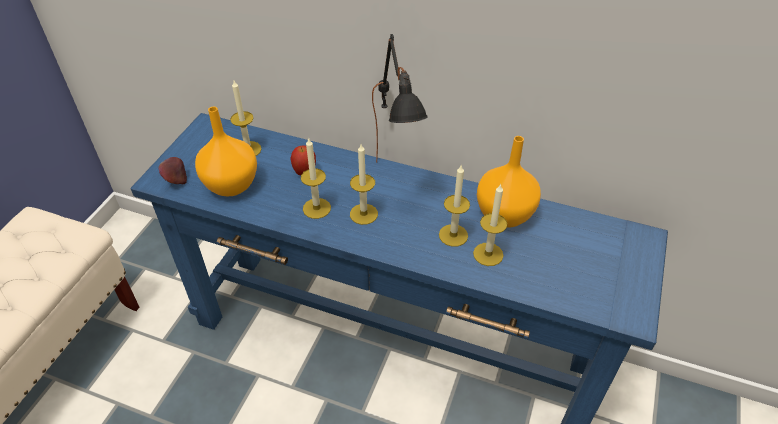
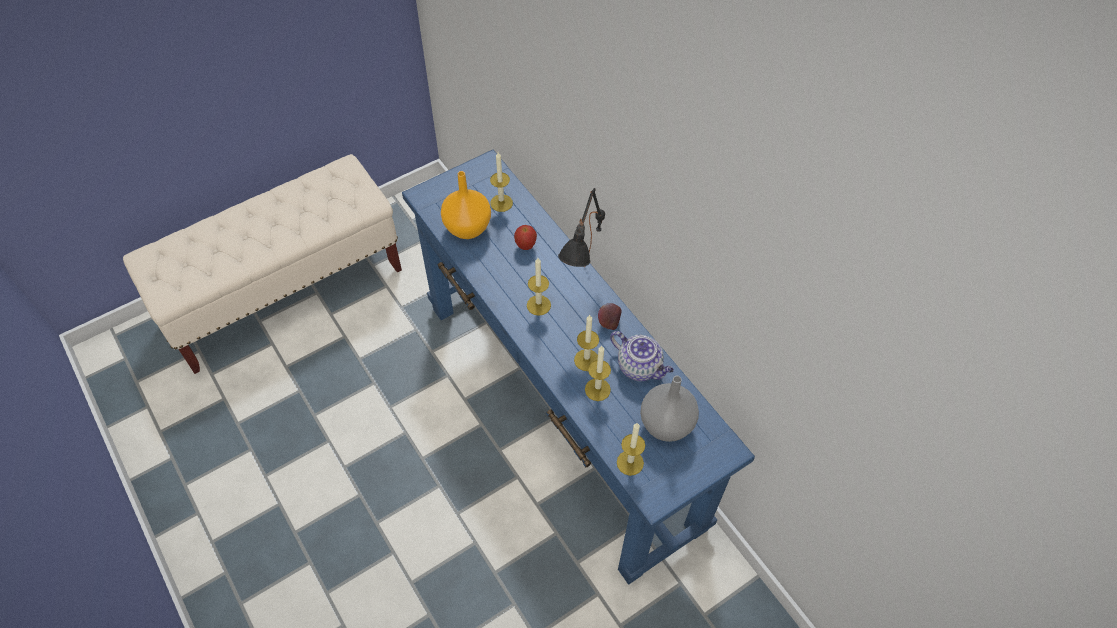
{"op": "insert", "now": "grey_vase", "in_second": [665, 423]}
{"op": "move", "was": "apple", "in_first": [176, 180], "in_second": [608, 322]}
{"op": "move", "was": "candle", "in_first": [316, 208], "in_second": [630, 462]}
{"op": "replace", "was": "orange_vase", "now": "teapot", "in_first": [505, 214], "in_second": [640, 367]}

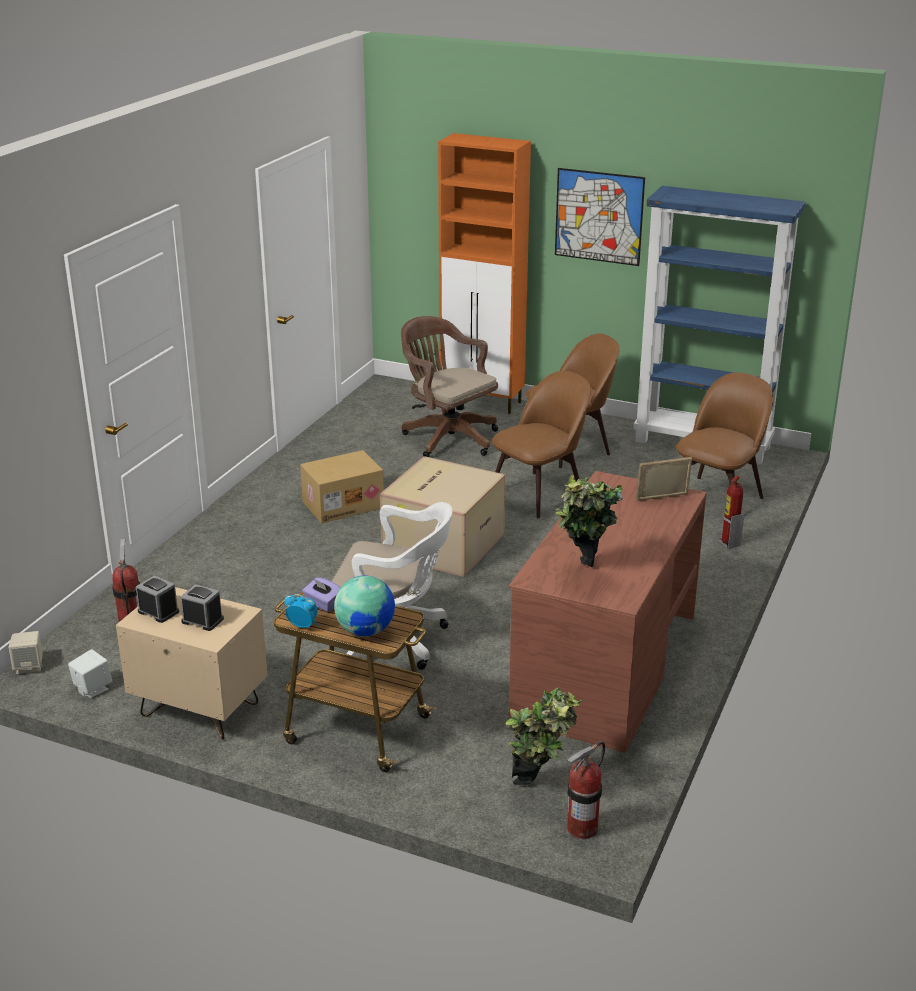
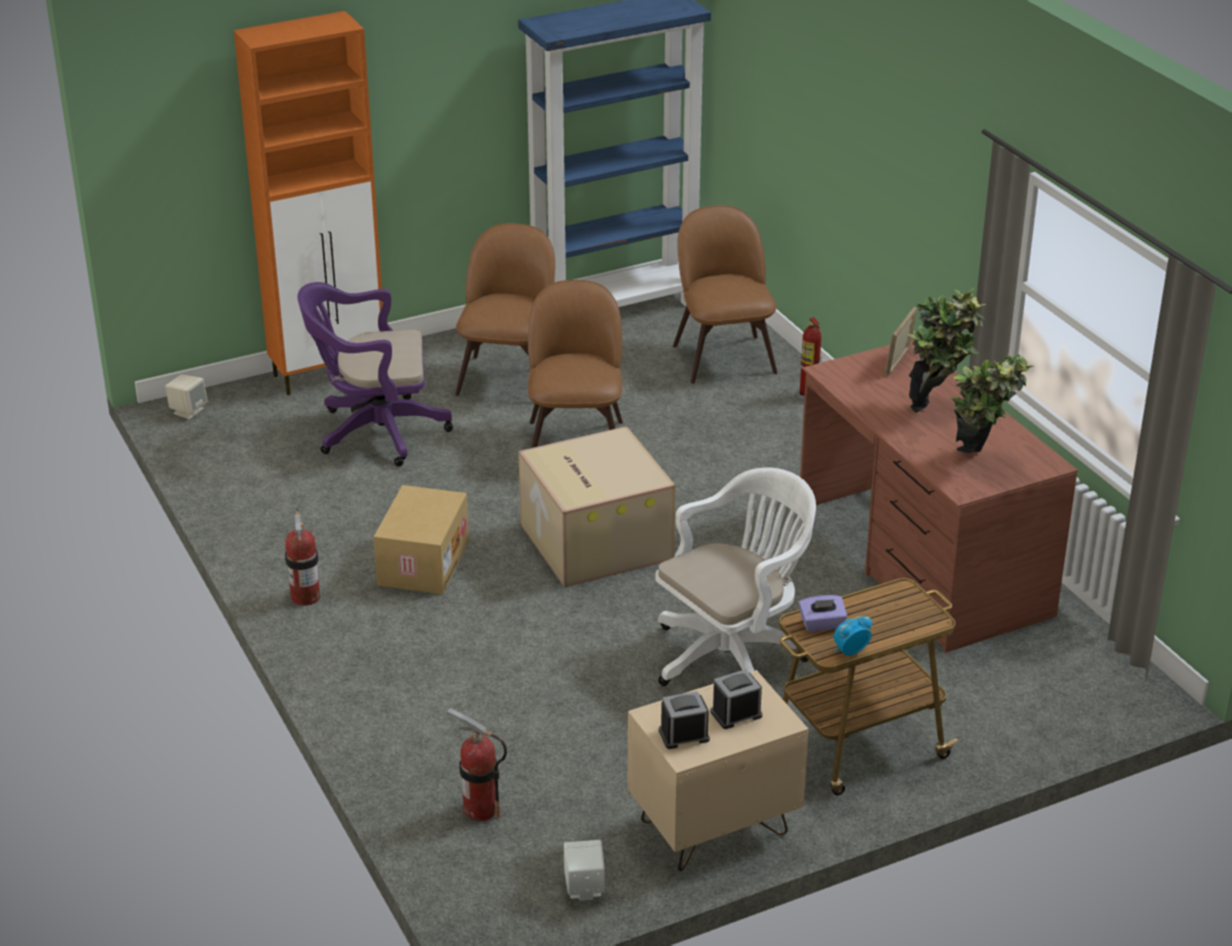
{"op": "delete", "was": "globe", "in_first": [365, 630]}
{"op": "delete", "was": "picture", "in_first": [599, 216]}
{"op": "move", "was": "beige_speaker", "in_first": [29, 666], "in_second": [188, 411]}
{"op": "move", "was": "potted_plant", "in_first": [541, 789], "in_second": [937, 404]}
{"op": "move", "was": "fire_extinguisher", "in_first": [582, 828], "in_second": [305, 597]}
{"op": "recolor", "was": "brown_office_chair", "now": "purple_office_chair", "in_first": [447, 437], "in_second": [374, 432]}

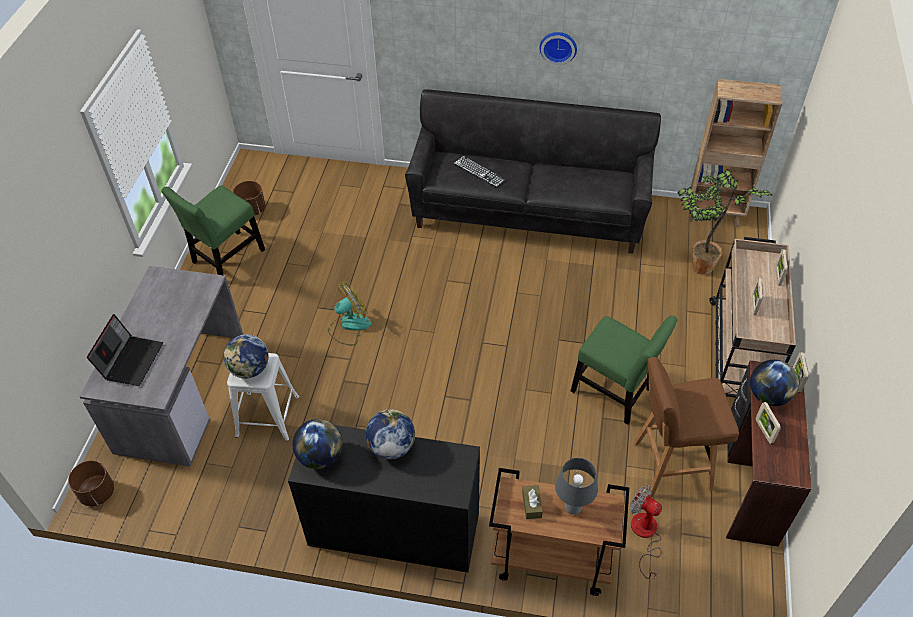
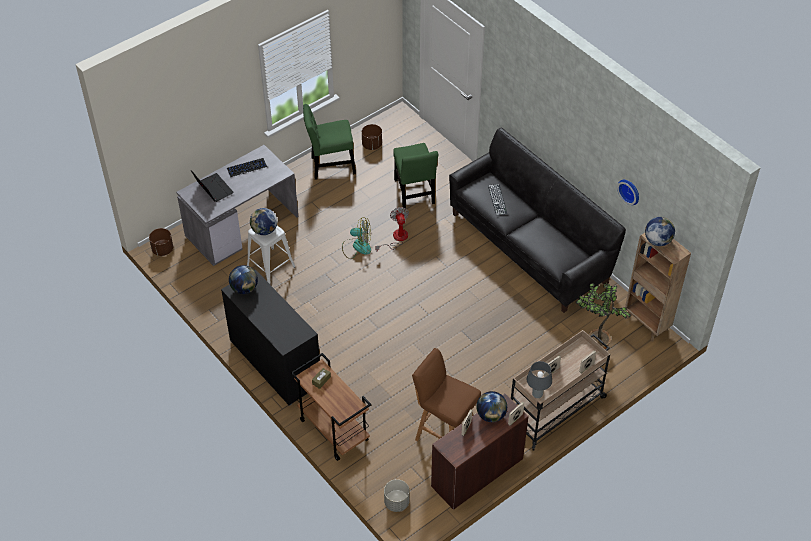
{"op": "insert", "now": "keyboard", "in_second": [246, 168]}
{"op": "insert", "now": "grey_planter", "in_second": [396, 502]}
{"op": "move", "was": "globe", "in_first": [391, 447], "in_second": [657, 241]}
{"op": "move", "was": "wall_clock", "in_first": [558, 46], "in_second": [630, 191]}
{"op": "move", "was": "grey_table_lamp", "in_first": [572, 508], "in_second": [537, 394]}
{"op": "move", "was": "green_chair", "in_first": [614, 393], "in_second": [414, 193]}
{"op": "move", "was": "fan", "in_first": [644, 535], "in_second": [396, 238]}
{"op": "rotate", "was": "laptop", "in_first": [131, 360], "in_second": [212, 189], "clockwise": -90}

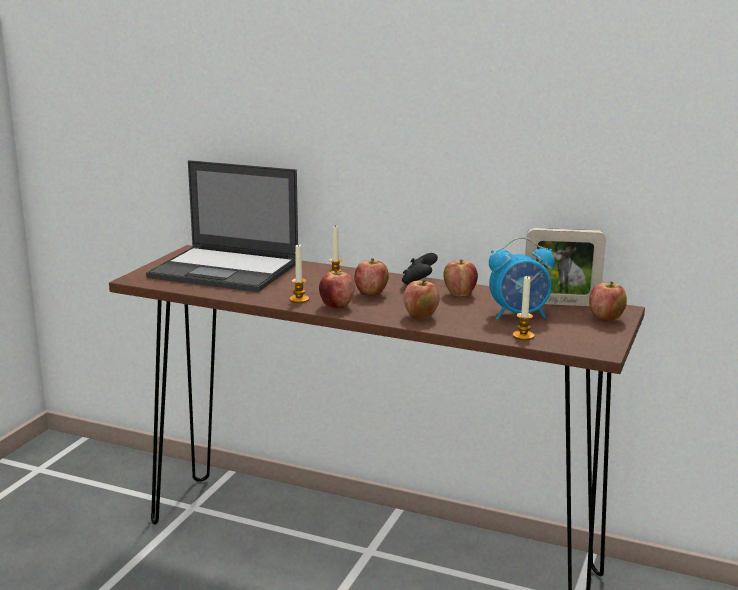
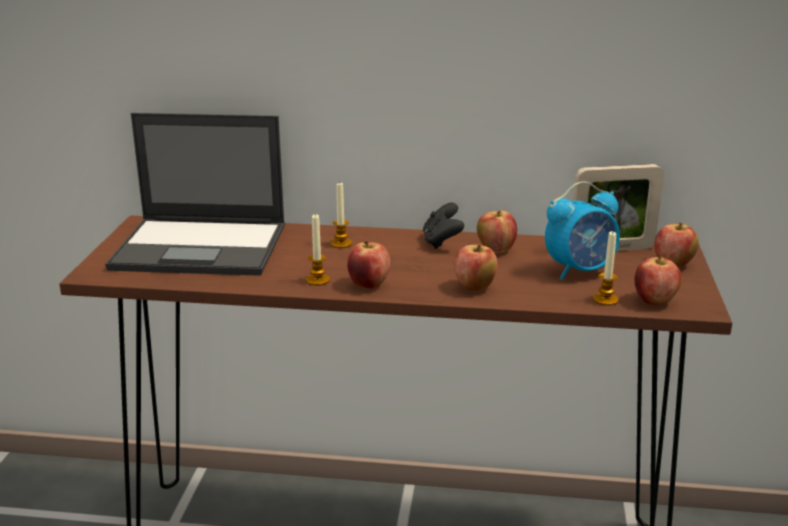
{"op": "move", "was": "apple", "in_first": [371, 294], "in_second": [654, 301]}

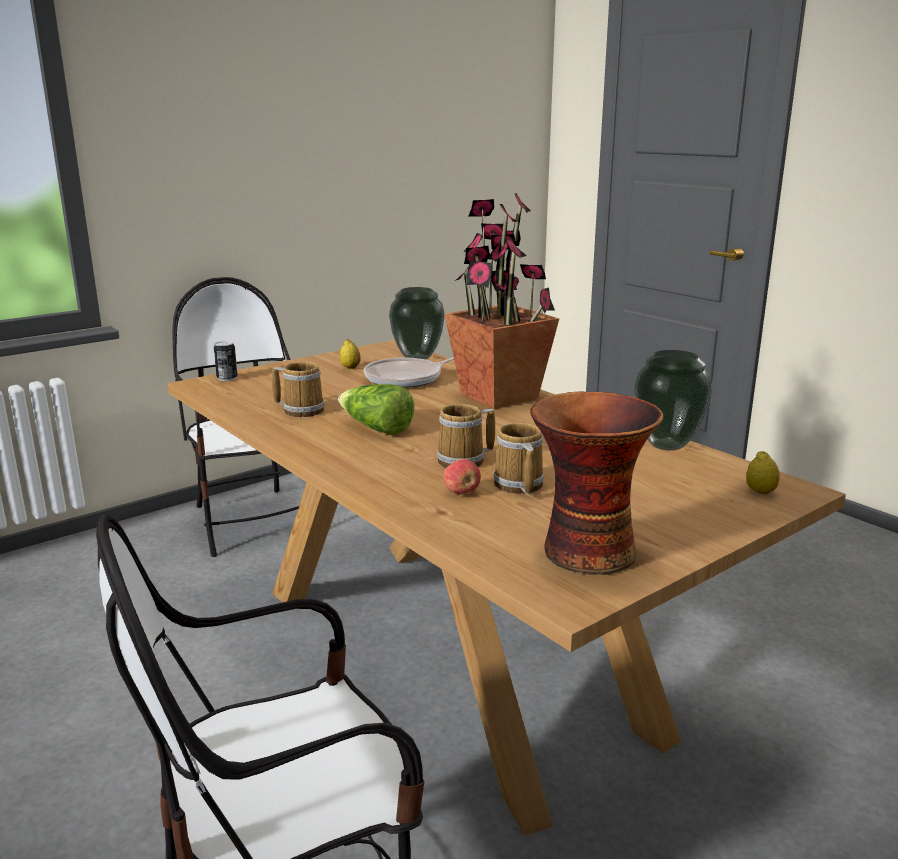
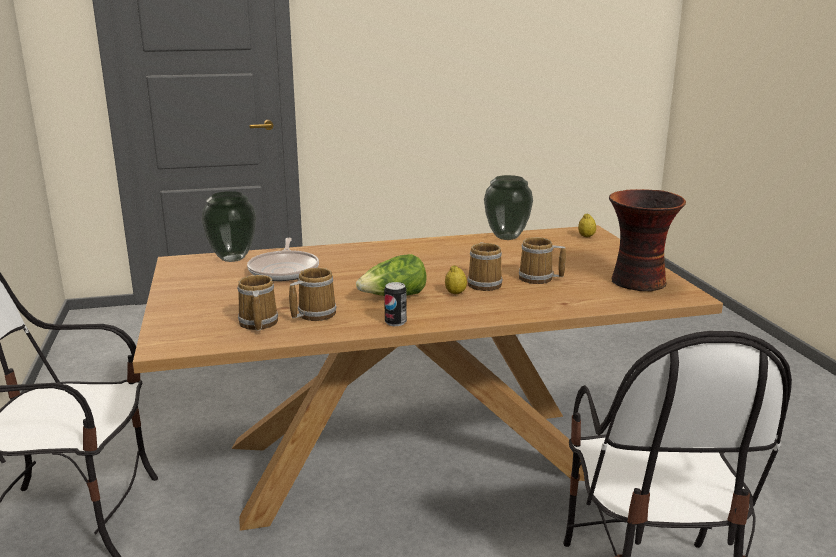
{"op": "delete", "was": "potted_plant", "in_first": [498, 396]}
{"op": "delete", "was": "apple", "in_first": [462, 492]}
{"op": "insert", "now": "mug", "in_second": [257, 323]}
{"op": "move", "was": "can", "in_first": [227, 378], "in_second": [395, 322]}
{"op": "move", "was": "lemon", "in_first": [350, 367], "in_second": [455, 293]}

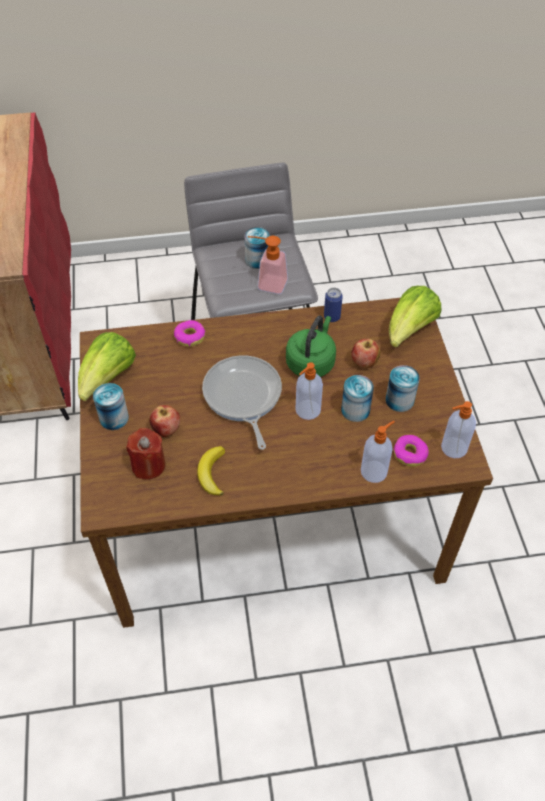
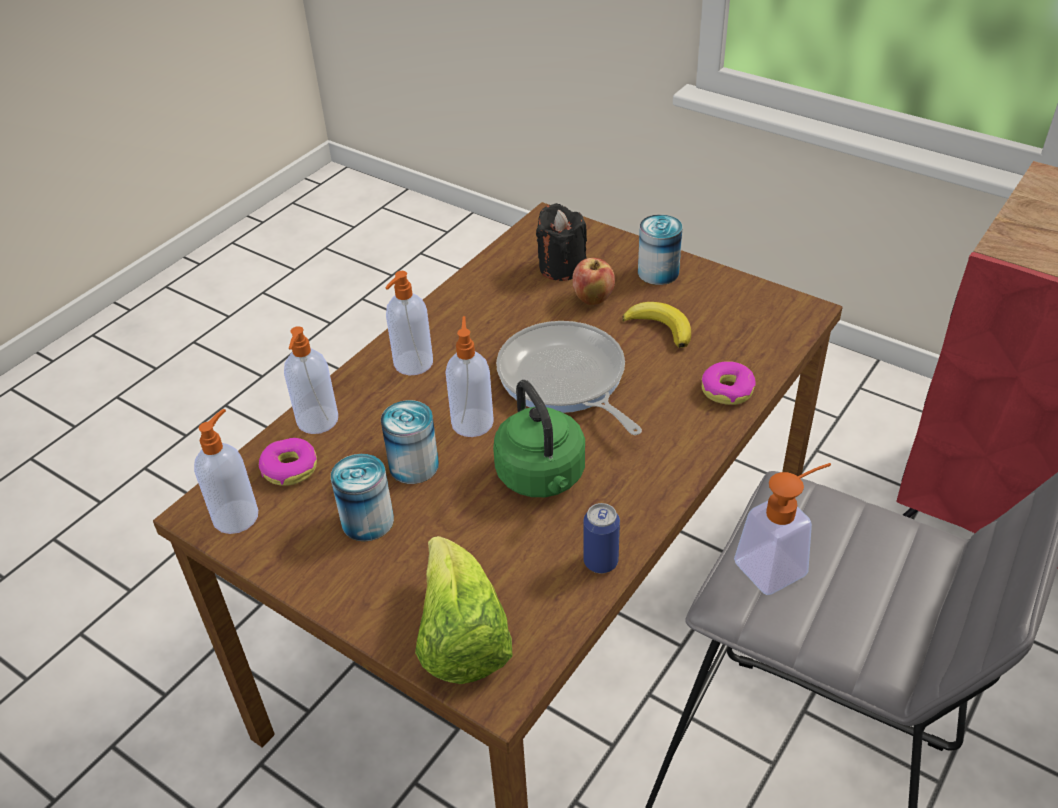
{"op": "delete", "was": "lettuce", "in_first": [108, 379]}
{"op": "delete", "was": "can", "in_first": [257, 260]}
{"op": "delete", "was": "apple", "in_first": [364, 363]}
{"op": "insert", "now": "soap_dispenser", "in_second": [412, 364]}
{"op": "move", "was": "banana", "in_first": [212, 473], "in_second": [660, 327]}
{"op": "recolor", "was": "red_candle", "now": "black_candle", "in_first": [148, 465], "in_second": [561, 267]}
{"op": "rotate", "was": "frying_pan", "in_first": [243, 397], "in_second": [565, 380], "clockwise": -150}

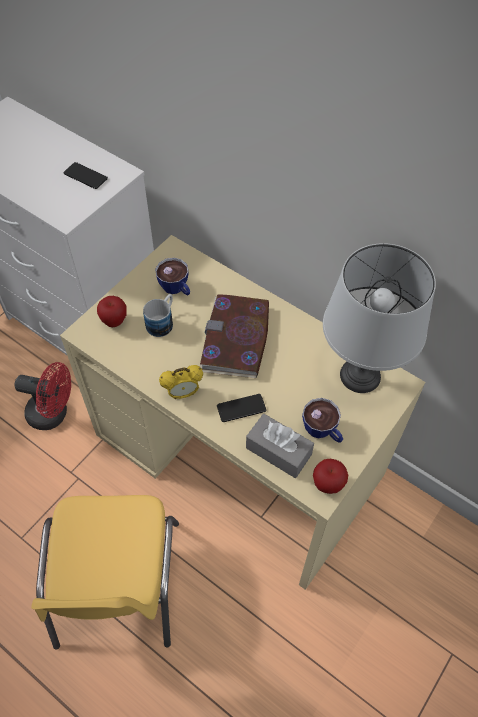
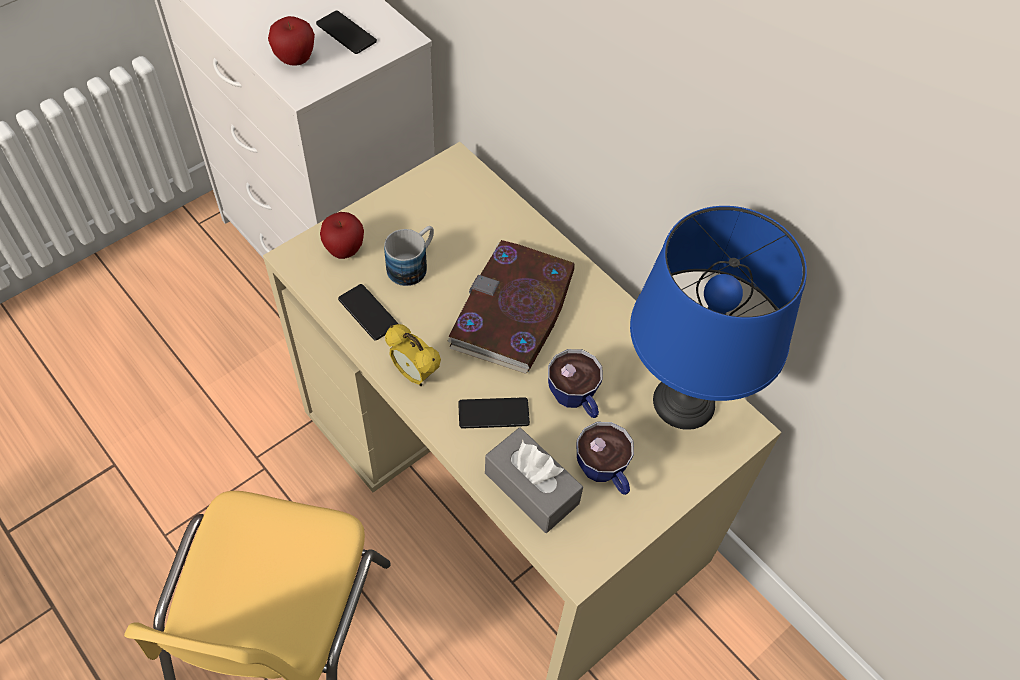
{"op": "delete", "was": "red_fan", "in_first": [54, 414]}
{"op": "insert", "now": "phone", "in_second": [368, 312]}
{"op": "move", "was": "cup", "in_first": [177, 289], "in_second": [576, 400]}
{"op": "move", "was": "apple", "in_first": [327, 484], "in_second": [295, 60]}
{"op": "recolor", "was": "grey_table_lamp", "now": "blue_table_lamp", "in_first": [361, 375], "in_second": [685, 401]}
{"op": "rotate", "was": "alarm_clock", "in_first": [183, 393], "in_second": [414, 374], "clockwise": 45}

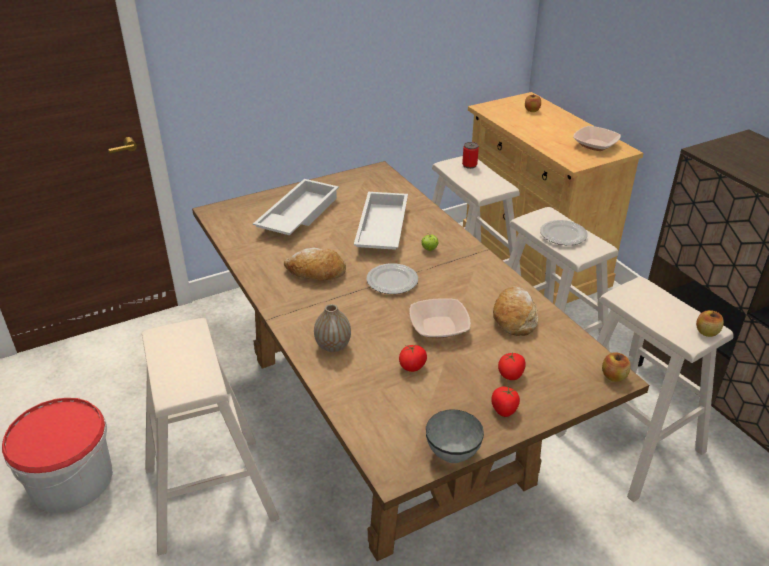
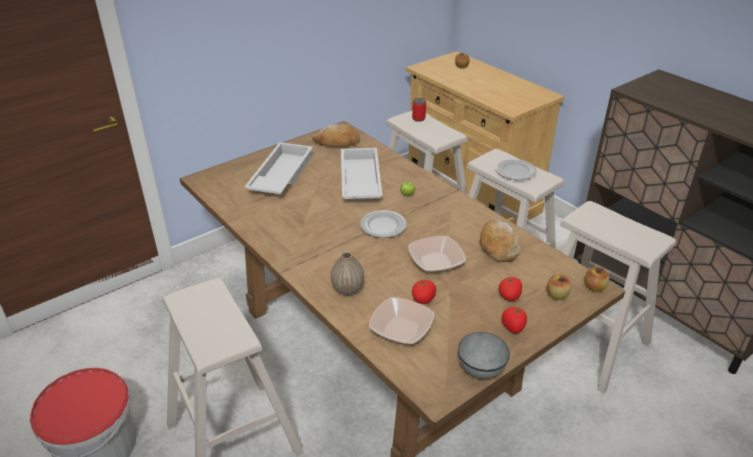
{"op": "move", "was": "bread", "in_first": [316, 272], "in_second": [337, 143]}
{"op": "move", "was": "bowl", "in_first": [595, 145], "in_second": [401, 329]}
{"op": "move", "was": "apple", "in_first": [706, 332], "in_second": [557, 295]}

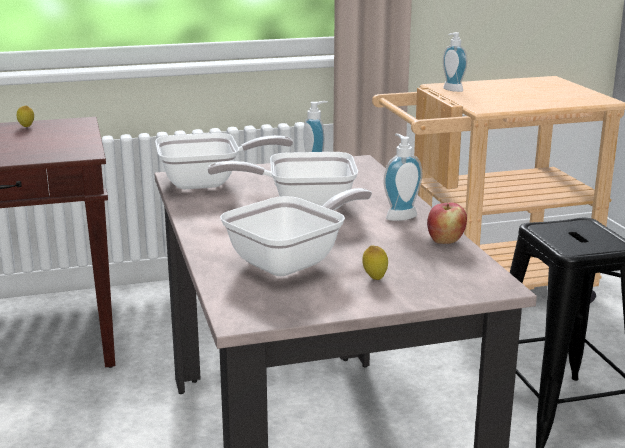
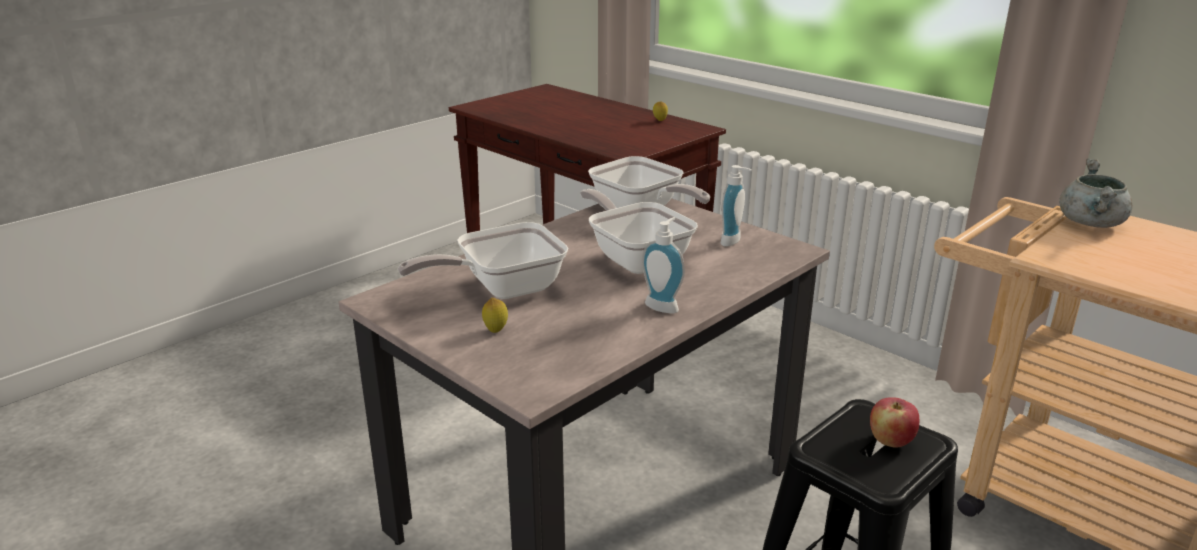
{"op": "move", "was": "apple", "in_first": [445, 241], "in_second": [890, 441]}
{"op": "replace", "was": "soap_dispenser", "now": "grey_cooking_pot", "in_first": [451, 90], "in_second": [1091, 224]}
{"op": "rotate", "was": "frying_pan", "in_first": [294, 261], "in_second": [501, 289], "clockwise": 135}

